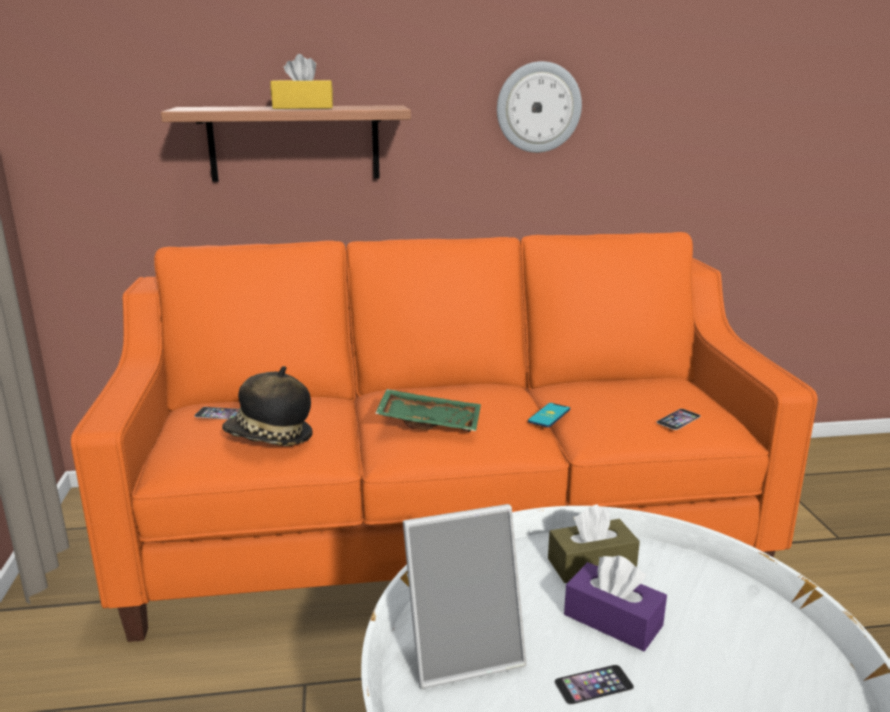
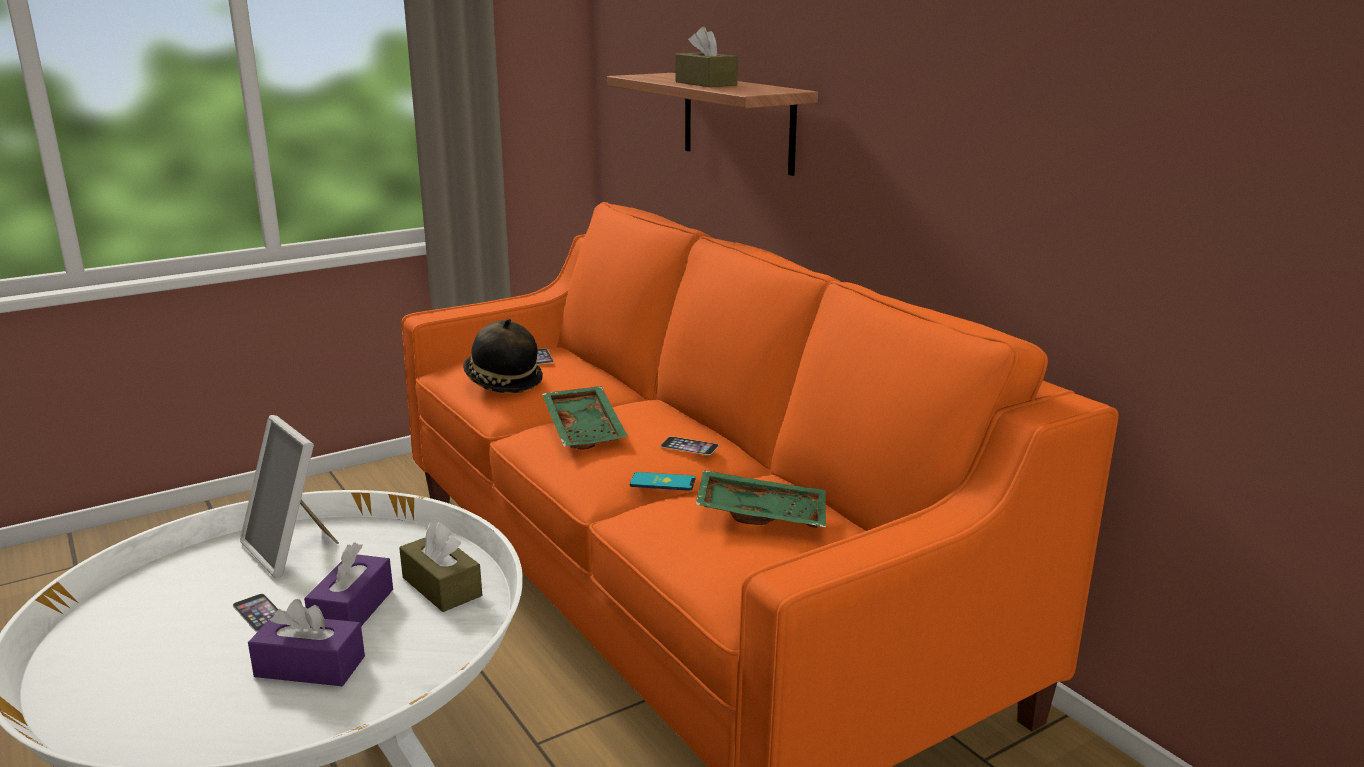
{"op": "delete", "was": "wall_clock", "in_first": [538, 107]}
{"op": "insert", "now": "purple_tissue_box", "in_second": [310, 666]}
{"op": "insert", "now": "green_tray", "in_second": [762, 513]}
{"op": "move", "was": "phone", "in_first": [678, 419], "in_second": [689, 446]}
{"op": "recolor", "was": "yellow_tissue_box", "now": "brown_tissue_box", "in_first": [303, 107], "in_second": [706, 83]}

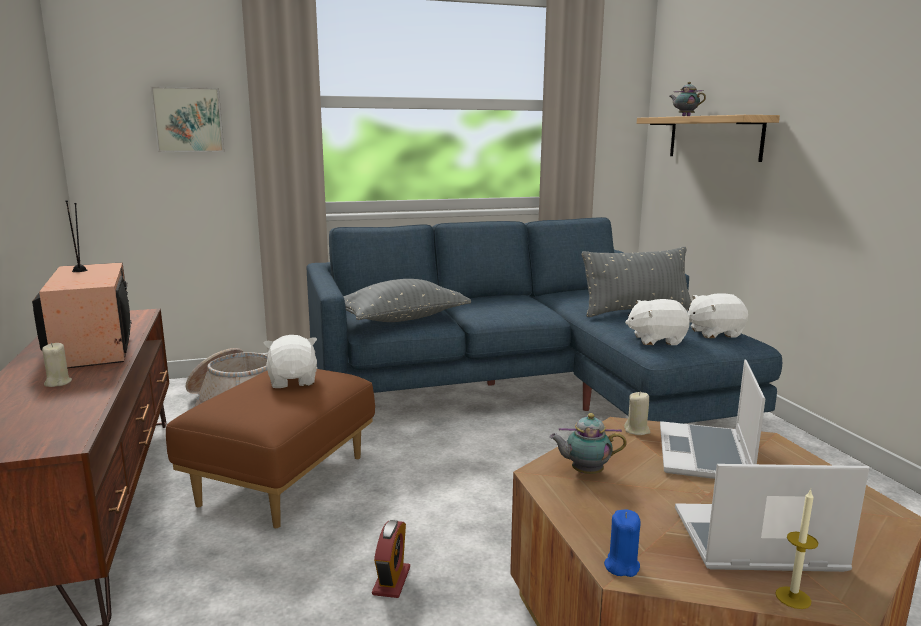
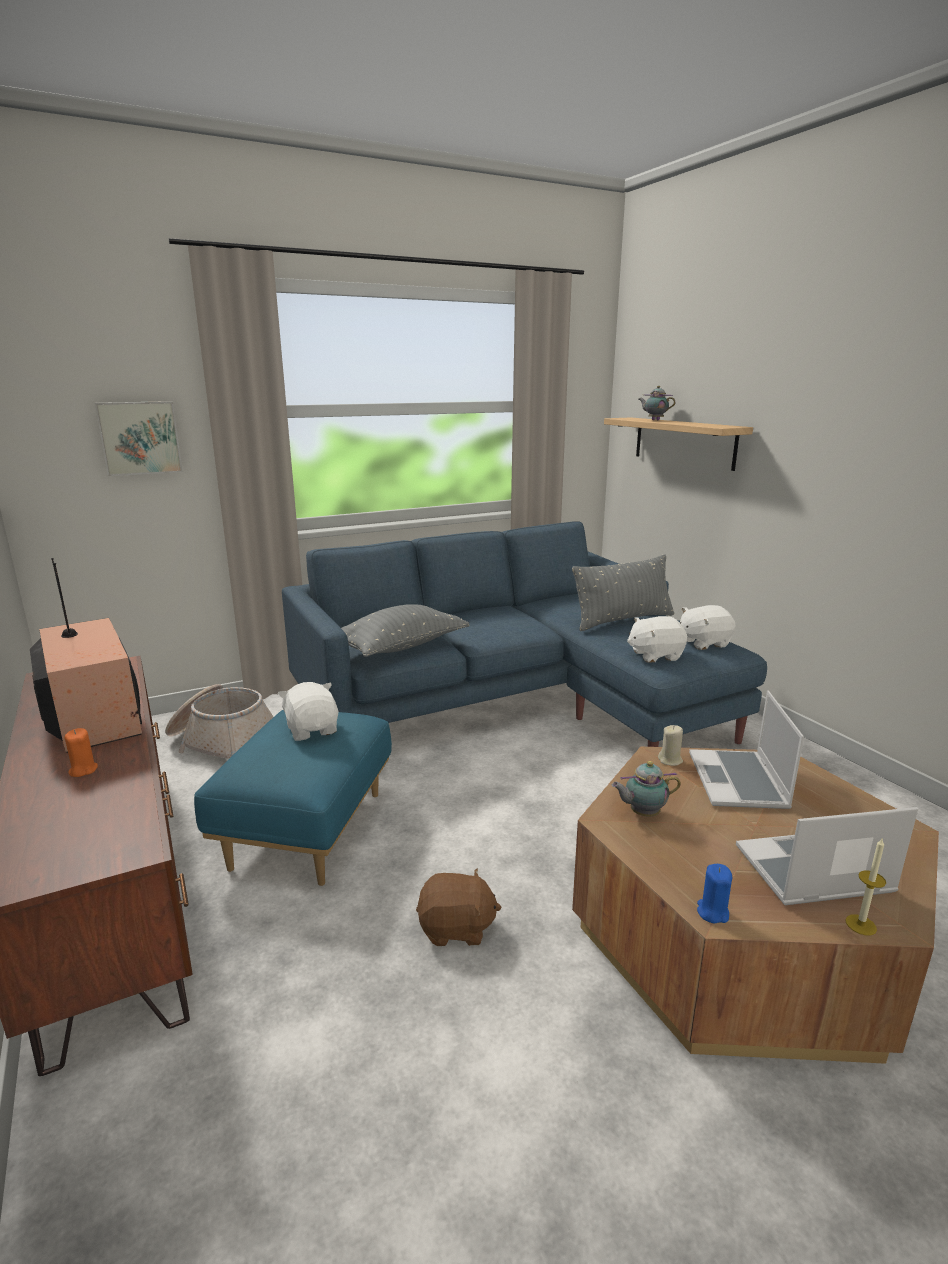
{"op": "replace", "was": "alarm_clock", "now": "brown_plush_toy", "in_first": [391, 581], "in_second": [456, 928]}
{"op": "recolor", "was": "beige_candle", "now": "orange_candle", "in_first": [58, 383], "in_second": [83, 770]}
{"op": "recolor", "was": "brown_ottoman", "now": "blue_ottoman", "in_first": [282, 480], "in_second": [307, 829]}

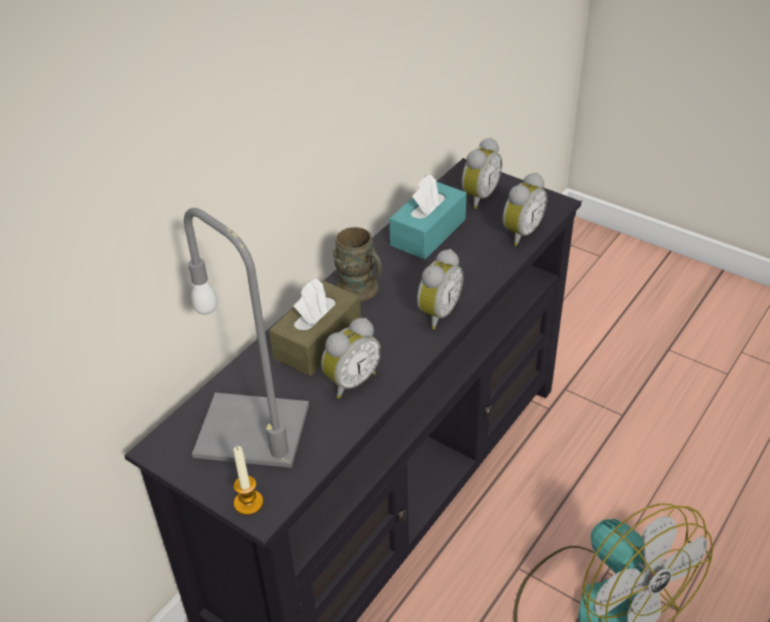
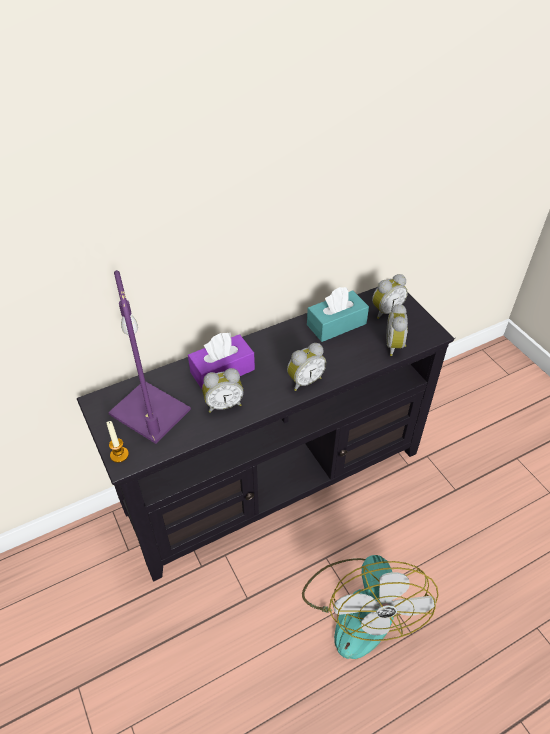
{"op": "delete", "was": "brown_mug", "in_first": [362, 292]}
{"op": "recolor", "was": "grey_table_lamp", "now": "purple_table_lamp", "in_first": [255, 430], "in_second": [152, 412]}
{"op": "recolor", "was": "brown_tissue_box", "now": "purple_tissue_box", "in_first": [318, 341], "in_second": [222, 371]}
{"op": "rotate", "was": "alarm_clock", "in_first": [520, 232], "in_second": [395, 346], "clockwise": 120}

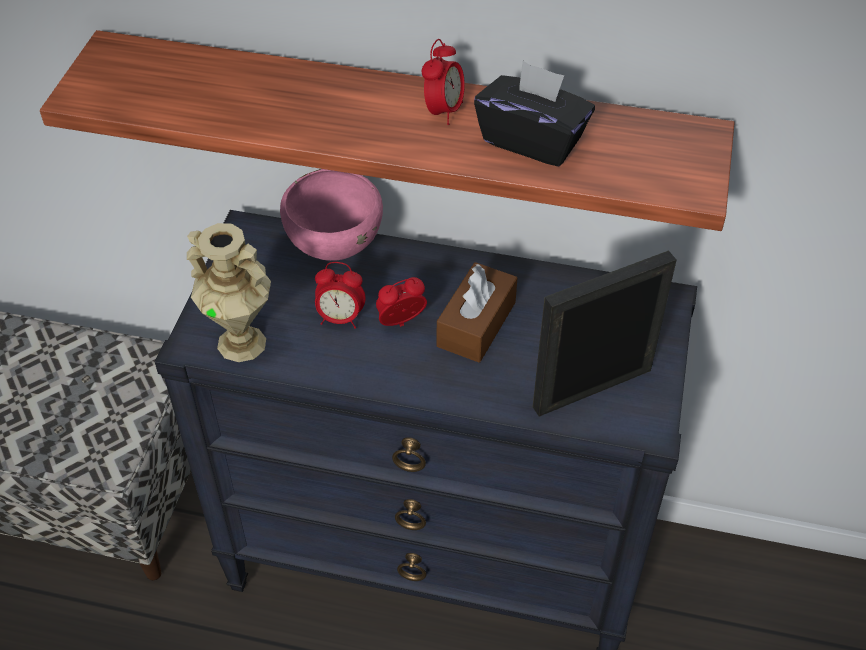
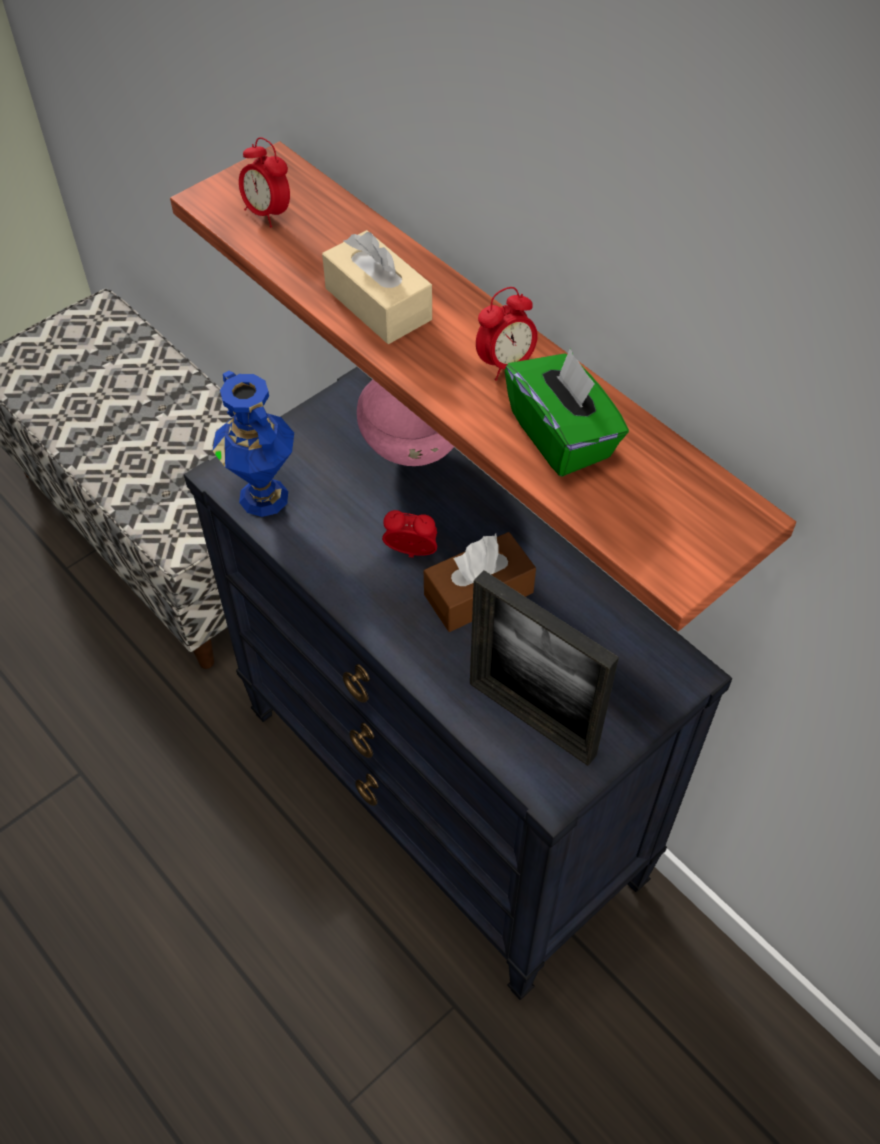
{"op": "insert", "now": "beige_tissue_box", "in_second": [378, 304]}
{"op": "move", "was": "alarm_clock", "in_first": [340, 318], "in_second": [267, 214]}
{"op": "recolor", "was": "beige_vase", "now": "blue_vase", "in_first": [242, 342], "in_second": [265, 496]}
{"op": "recolor", "was": "black_tissue_box", "now": "green_tissue_box", "in_first": [532, 140], "in_second": [562, 436]}
{"op": "rotate", "was": "picture_frame", "in_first": [592, 388], "in_second": [531, 719], "clockwise": -150}

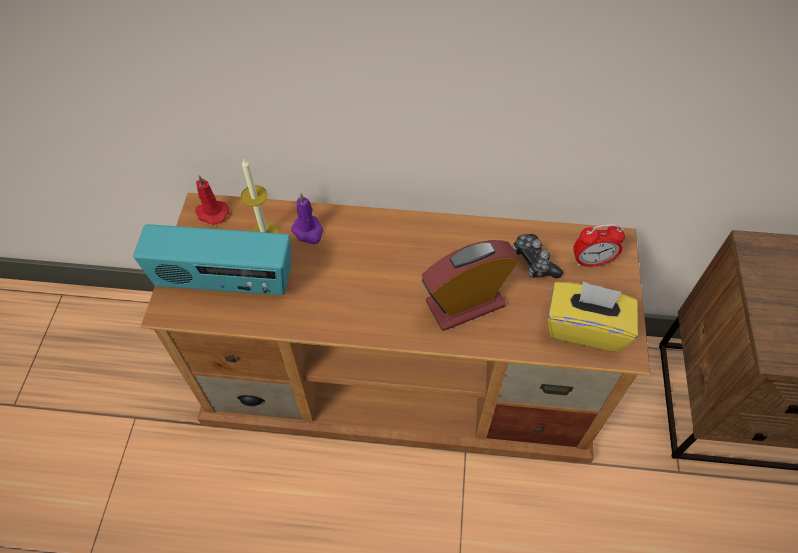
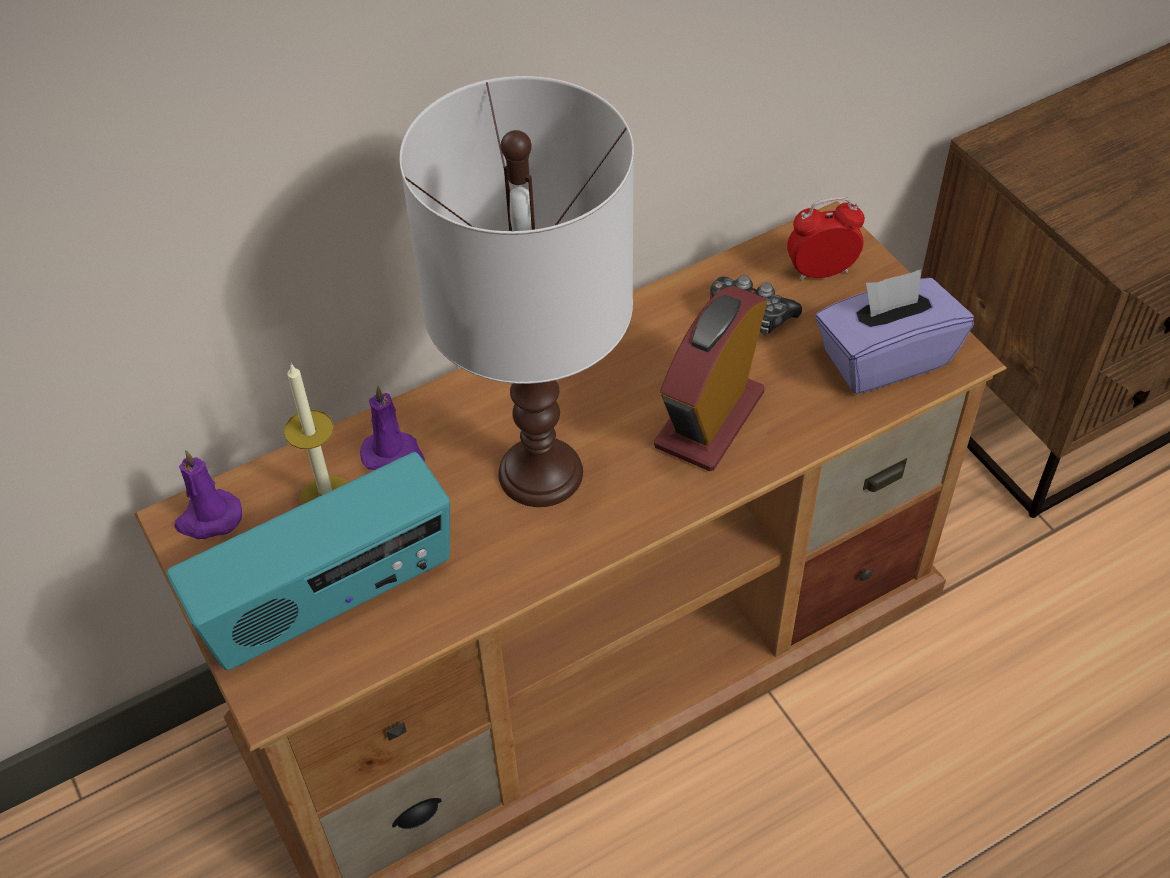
{"op": "insert", "now": "white_table_lamp", "in_second": [539, 473]}
{"op": "recolor", "was": "red_candle", "now": "purple_candle", "in_first": [211, 213], "in_second": [208, 518]}
{"op": "recolor", "was": "yellow_tissue_box", "now": "purple_tissue_box", "in_first": [585, 327], "in_second": [885, 357]}
{"op": "rotate", "was": "alarm_clock", "in_first": [591, 261], "in_second": [821, 271], "clockwise": -150}

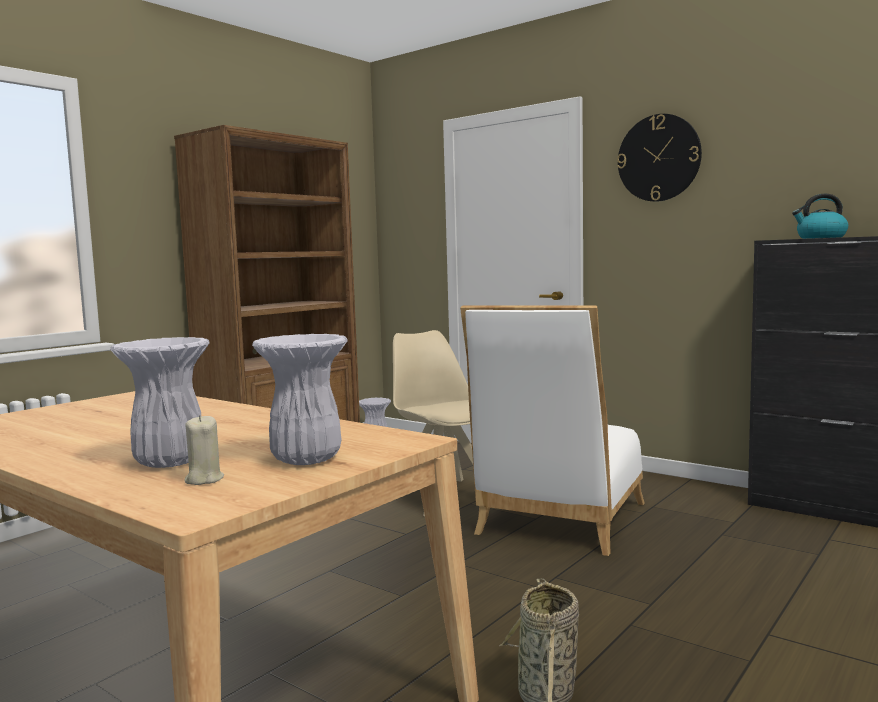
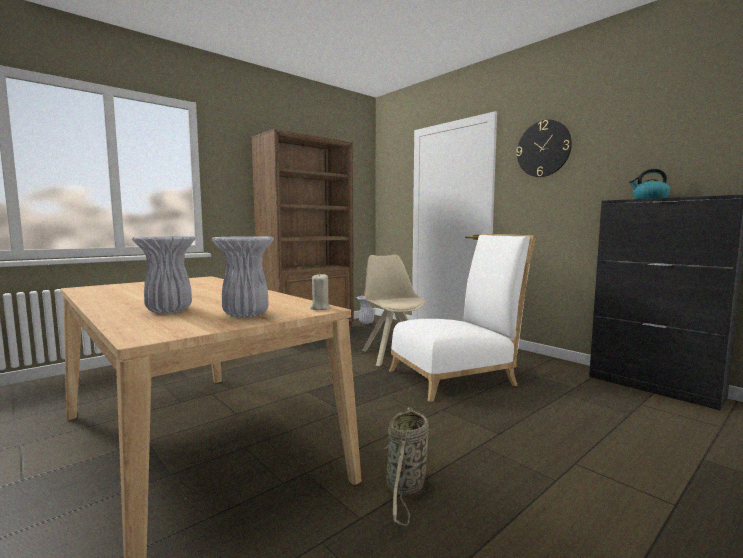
{"op": "move", "was": "beige_candle", "in_first": [204, 479], "in_second": [320, 308]}
{"op": "rotate", "was": "white_chair", "in_first": [558, 522], "in_second": [457, 376], "clockwise": -150}

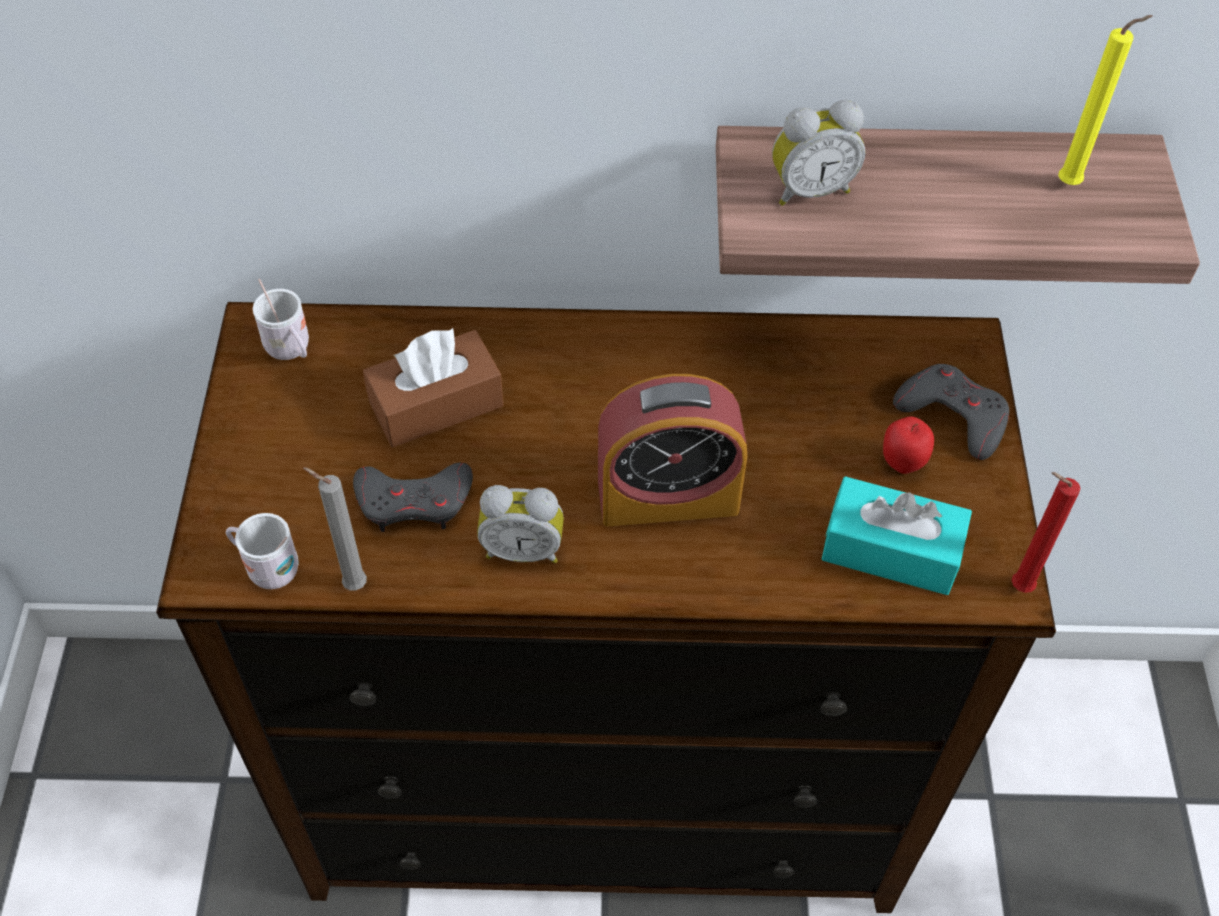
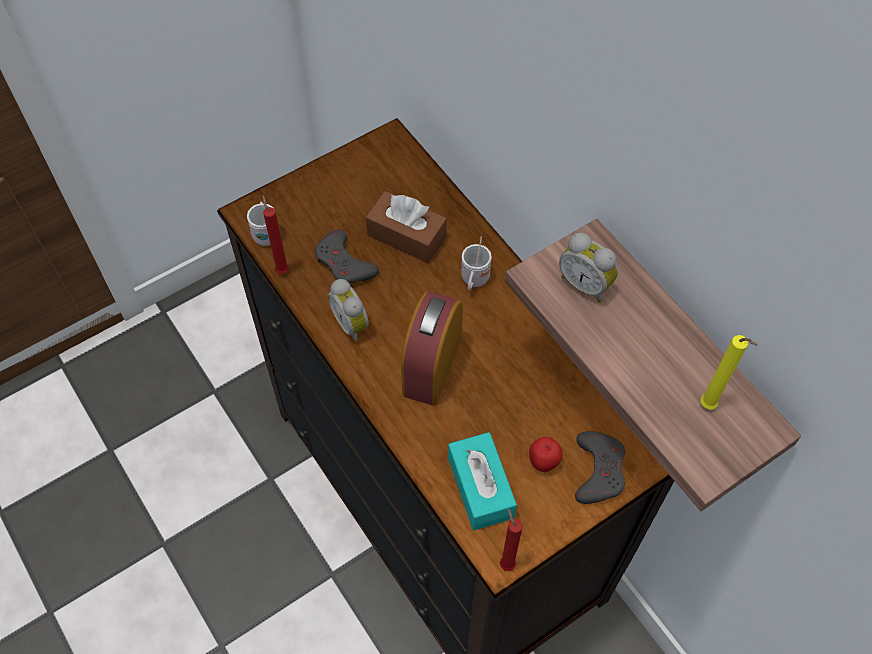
{"op": "move", "was": "white_mug", "in_first": [291, 351], "in_second": [474, 281]}
{"op": "recolor", "was": "grey_candle", "now": "red_candle", "in_first": [351, 584], "in_second": [281, 269]}
{"op": "rotate", "was": "alarm_clock", "in_first": [668, 496], "in_second": [432, 366], "clockwise": 60}

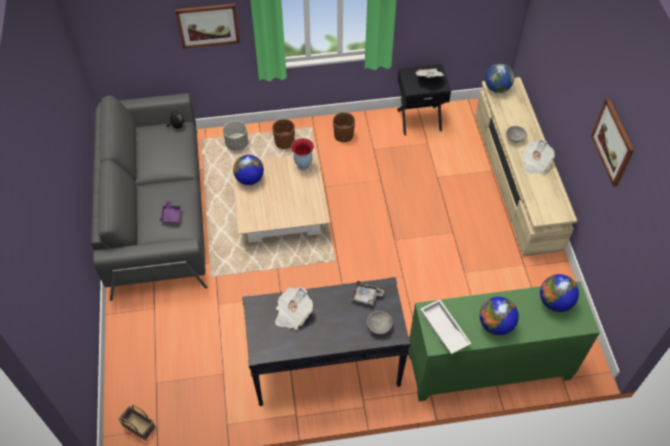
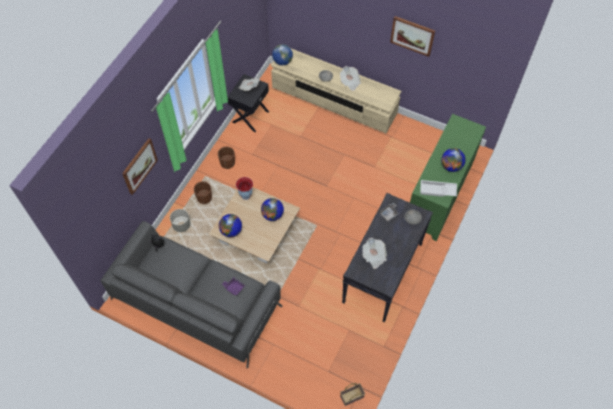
{"op": "move", "was": "globe", "in_first": [555, 302], "in_second": [272, 215]}

